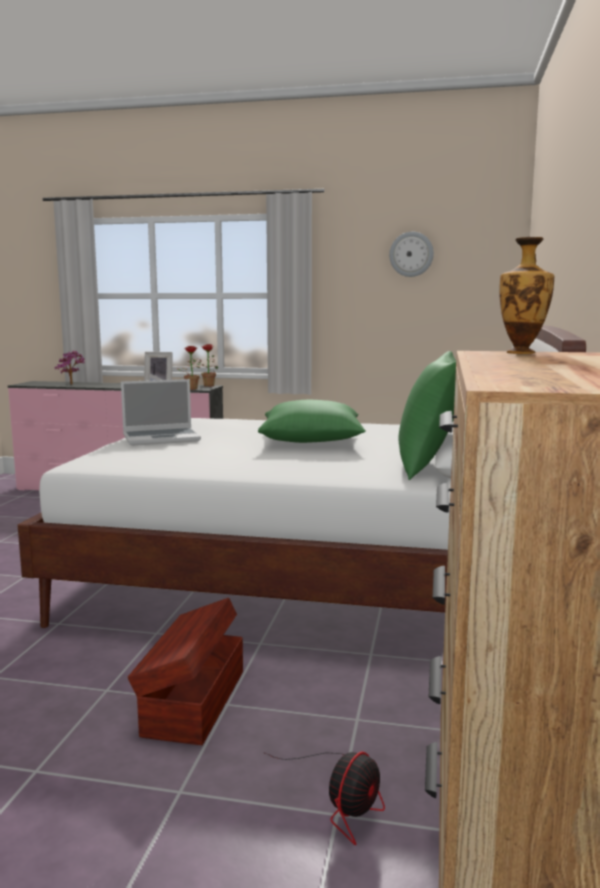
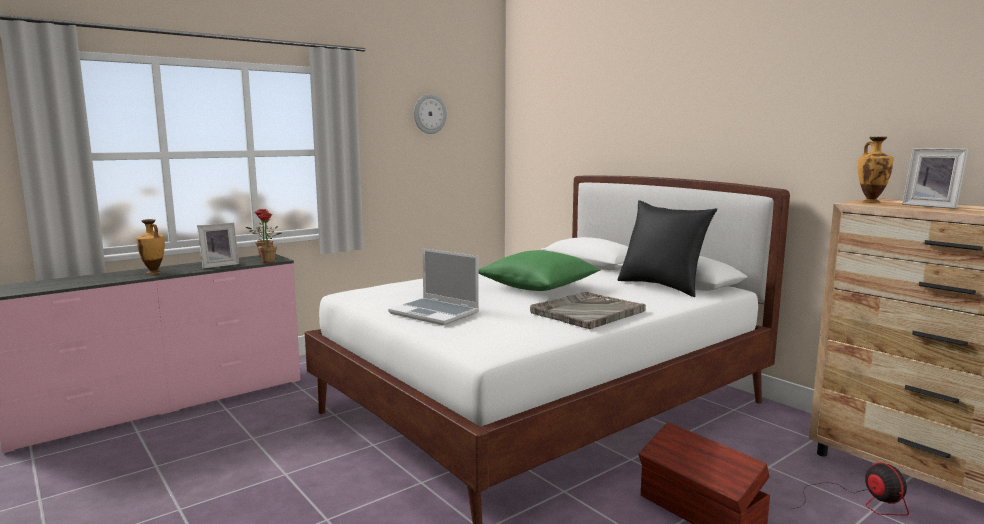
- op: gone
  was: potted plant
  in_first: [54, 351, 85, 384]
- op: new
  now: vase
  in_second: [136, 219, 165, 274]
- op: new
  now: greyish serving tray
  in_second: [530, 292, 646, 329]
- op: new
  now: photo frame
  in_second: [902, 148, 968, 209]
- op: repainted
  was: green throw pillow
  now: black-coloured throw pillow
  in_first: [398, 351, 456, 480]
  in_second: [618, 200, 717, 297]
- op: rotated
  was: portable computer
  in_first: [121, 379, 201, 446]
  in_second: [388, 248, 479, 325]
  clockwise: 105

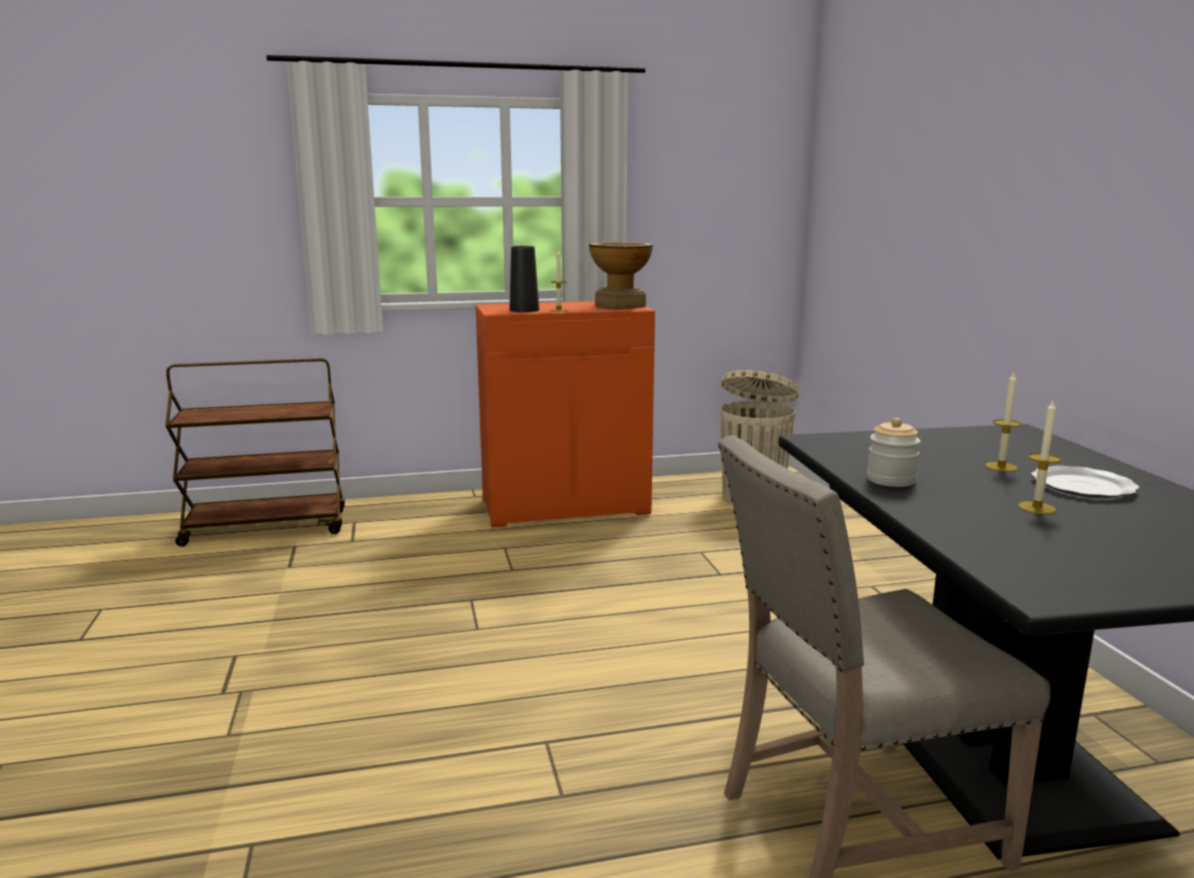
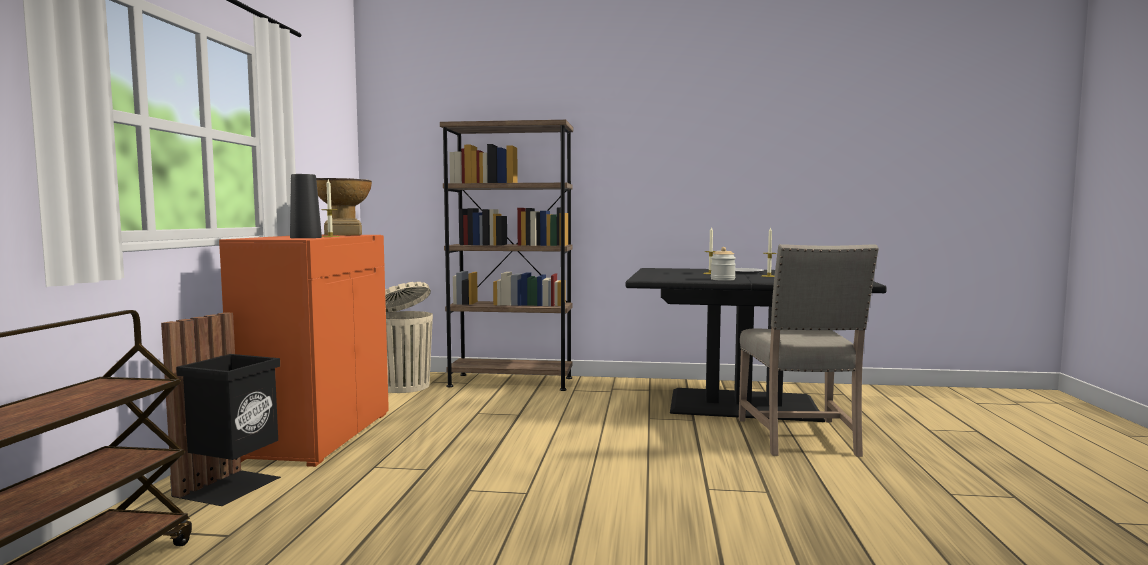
- op: new
  now: black-coloured rubbish bin
  in_second: [161, 312, 281, 506]
- op: new
  now: brownish shelving unit
  in_second: [440, 120, 573, 391]

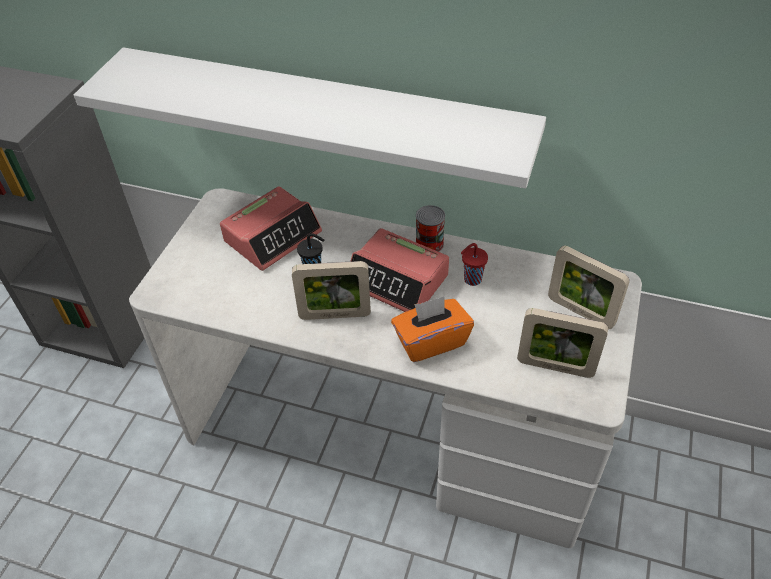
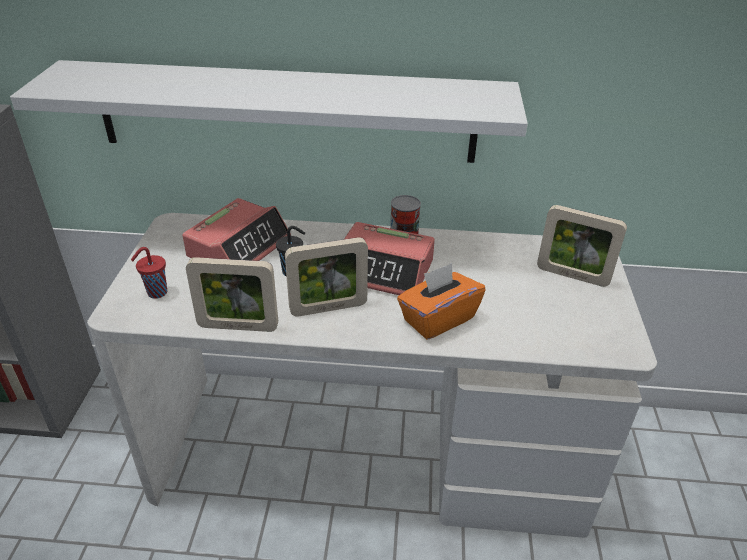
- op: shifted
  was: reddish small cup
  in_first: [461, 243, 488, 286]
  in_second: [131, 247, 167, 299]
- op: shifted
  was: photo frame
  in_first: [517, 308, 608, 378]
  in_second: [186, 257, 278, 332]

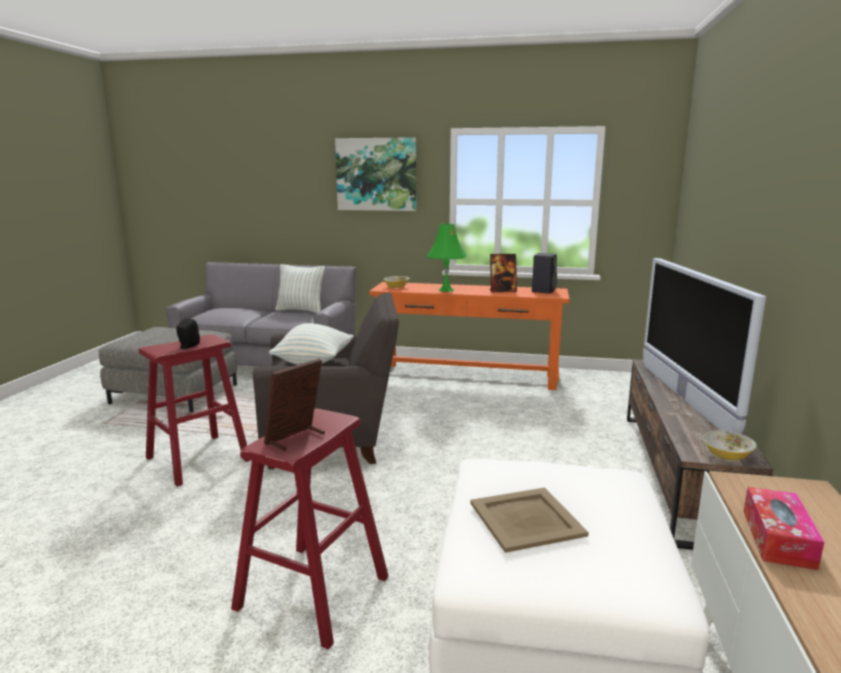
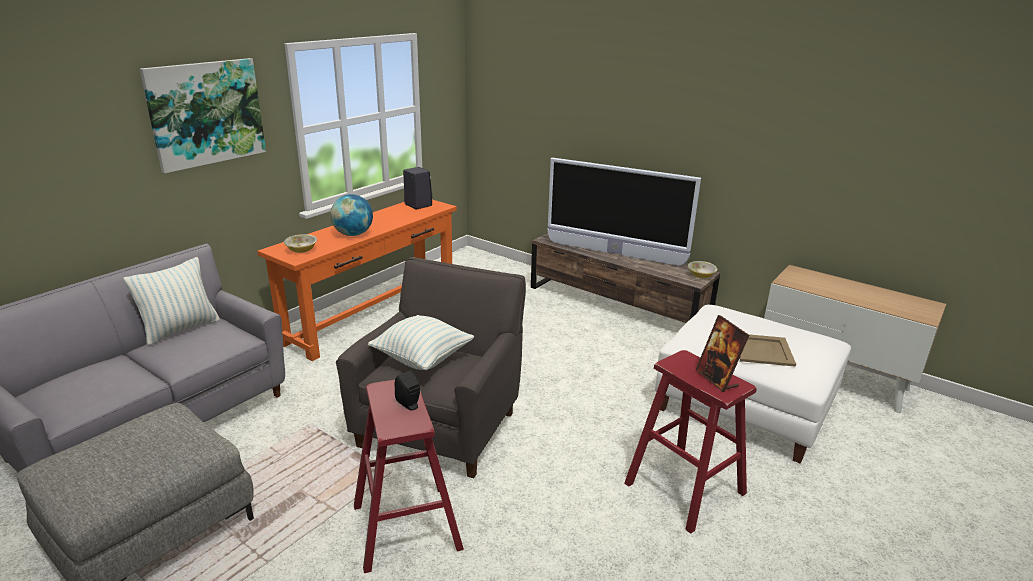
- op: gone
  was: photo frame
  in_first: [490, 254, 517, 292]
- op: gone
  was: box of tissues
  in_first: [743, 487, 824, 570]
- op: swapped
  was: green tabletop lamp
  now: world globe
  in_first: [426, 224, 467, 292]
  in_second: [330, 194, 373, 236]

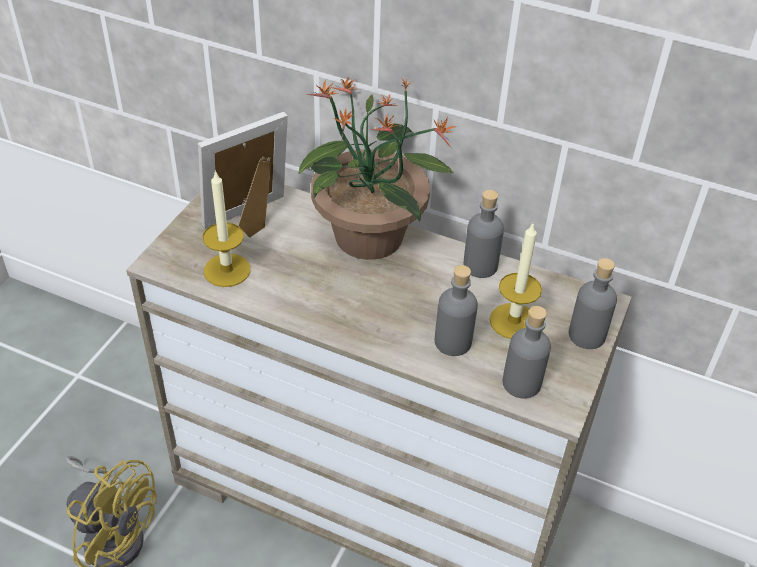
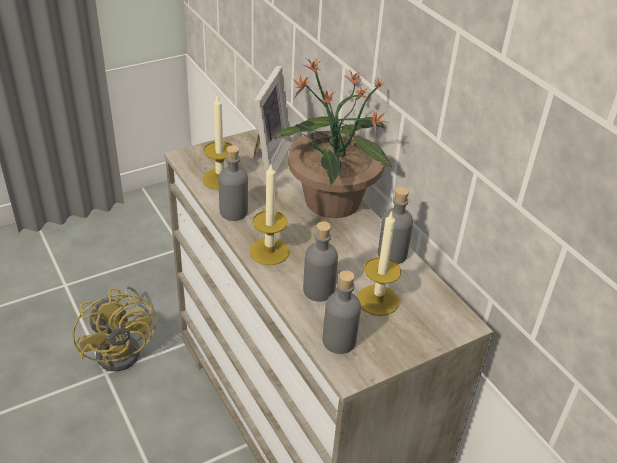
- op: new
  now: candle
  in_second: [249, 165, 289, 265]
- op: shifted
  was: greyish drink bottle
  in_first: [569, 258, 617, 349]
  in_second: [219, 145, 248, 221]
- op: rotated
  was: photo frame
  in_first: [198, 112, 288, 238]
  in_second: [254, 66, 292, 175]
  clockwise: 105

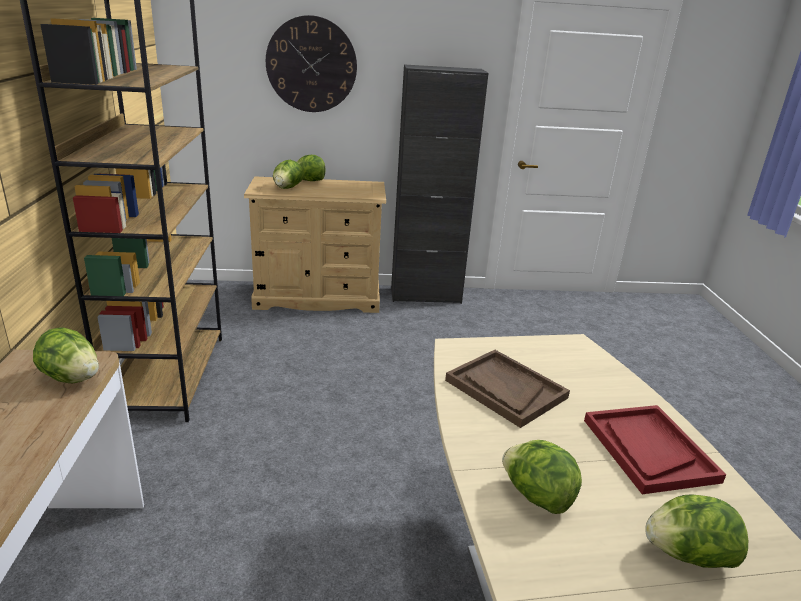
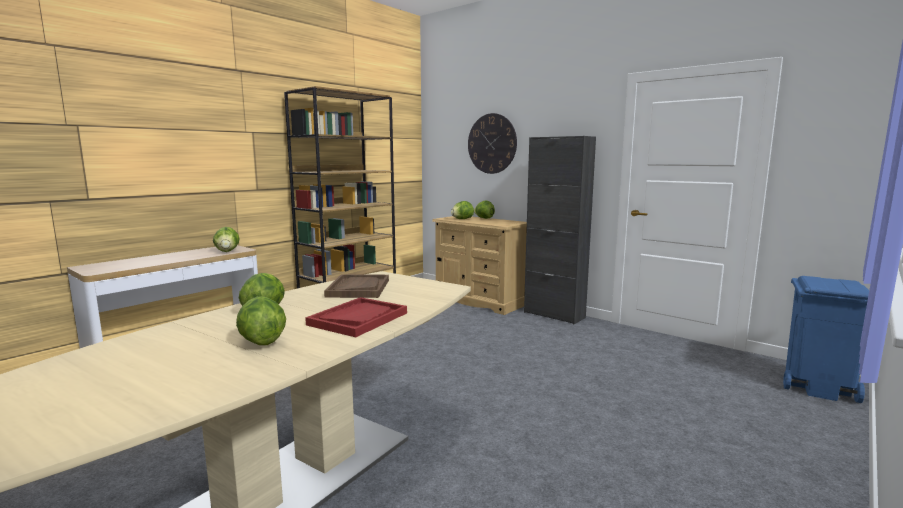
- op: new
  now: blue rubbish bin
  in_second: [783, 276, 869, 403]

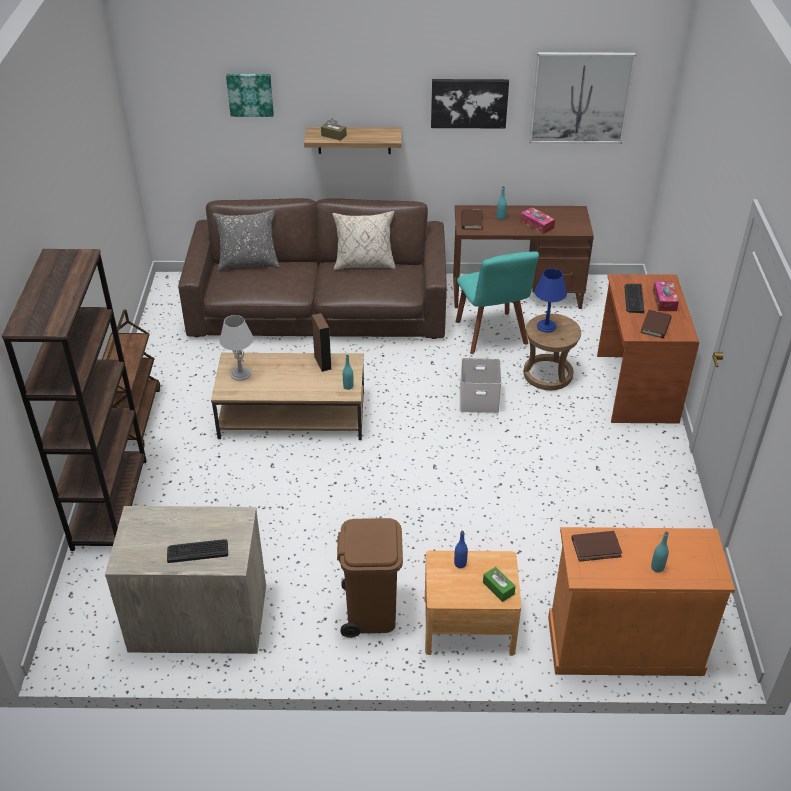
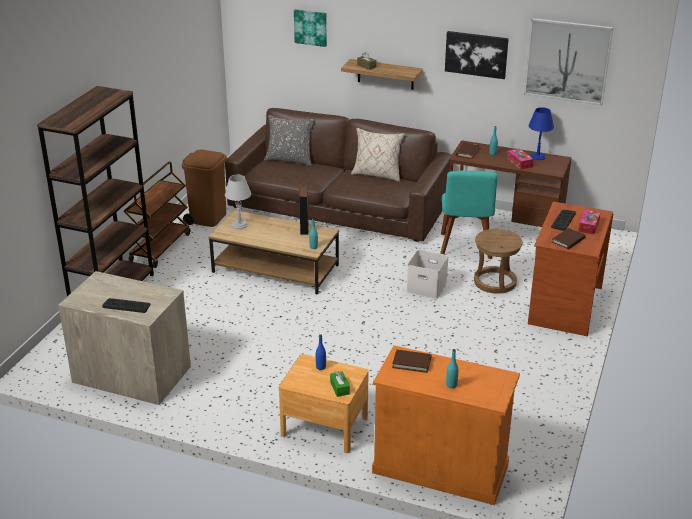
- op: shifted
  was: brownish rubbish bin
  in_first: [337, 518, 403, 638]
  in_second: [182, 150, 227, 227]
- op: shifted
  was: blue tabletop lamp
  in_first: [535, 268, 567, 333]
  in_second: [529, 107, 554, 160]

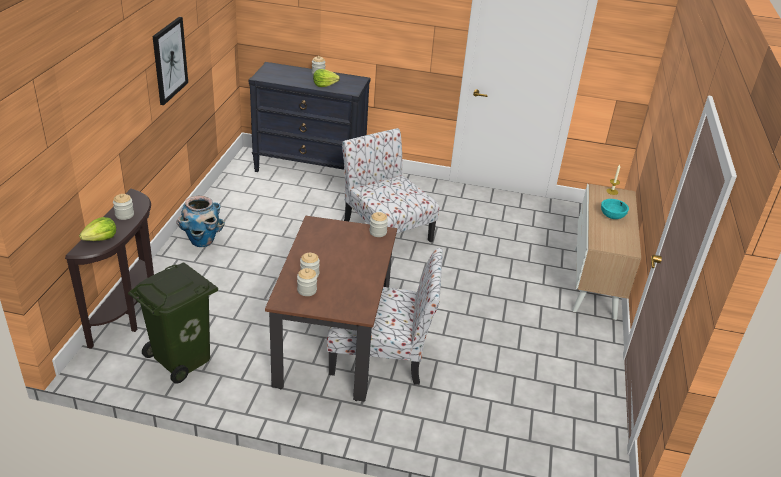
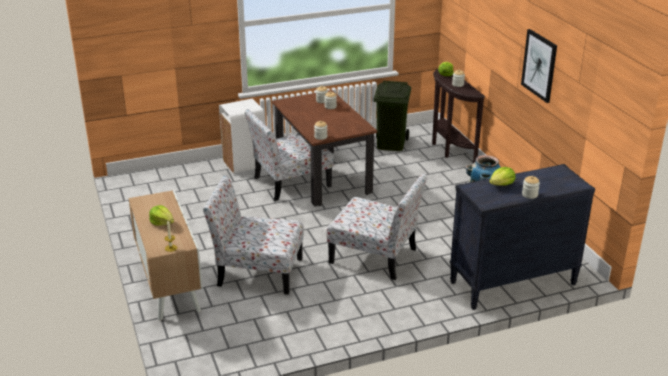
- op: new
  now: upright chair
  in_second: [203, 175, 304, 295]
- op: new
  now: white-coloured rubbish bin
  in_second: [219, 99, 264, 174]
- op: swapped
  was: blue-green deep dish
  now: lettuce head
  in_first: [601, 199, 629, 219]
  in_second: [149, 205, 174, 226]

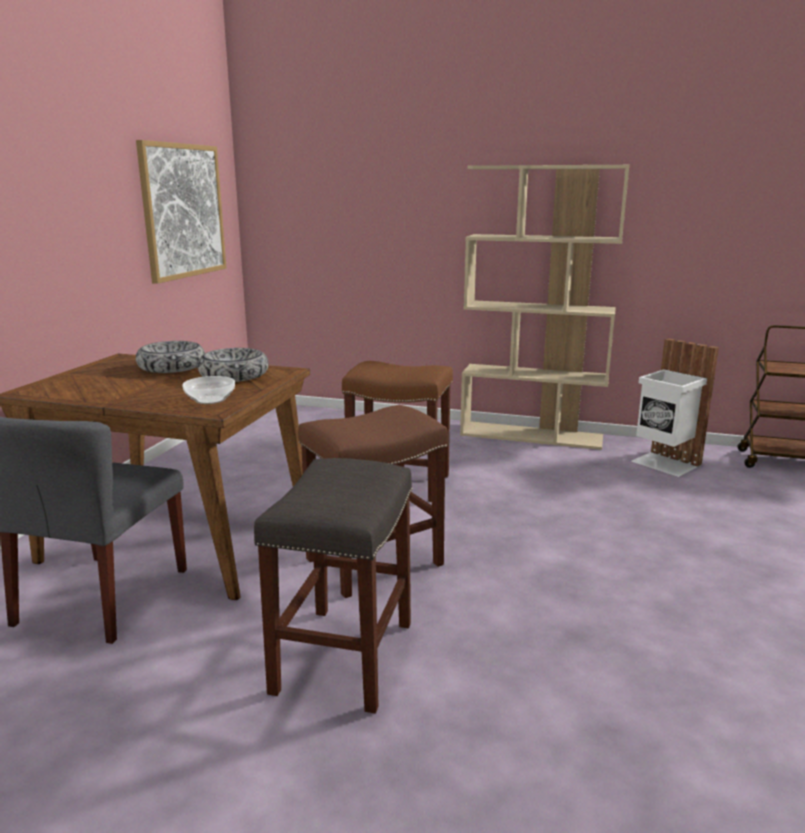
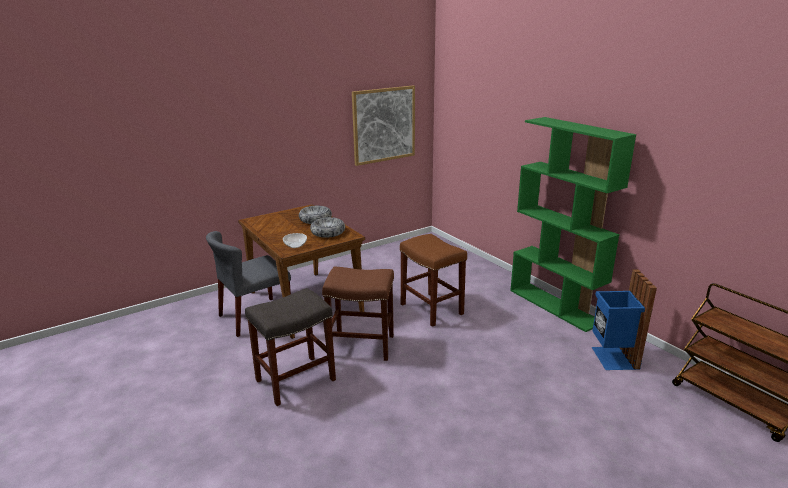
- op: repainted
  was: beige shelving unit
  now: green shelving unit
  in_first: [460, 165, 630, 450]
  in_second: [510, 117, 636, 332]
- op: repainted
  was: white-coloured rubbish bin
  now: blue rubbish bin
  in_first: [631, 338, 719, 477]
  in_second: [592, 269, 657, 370]

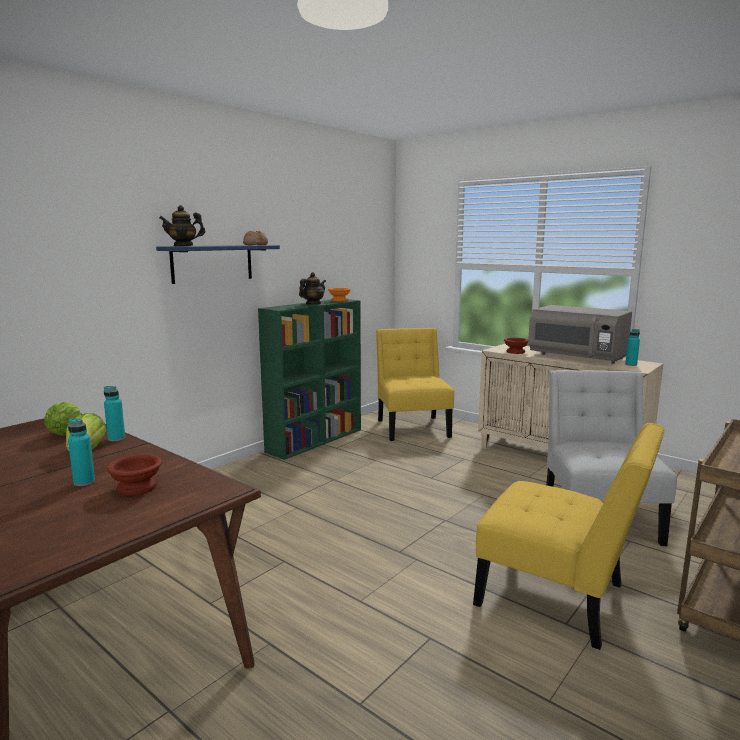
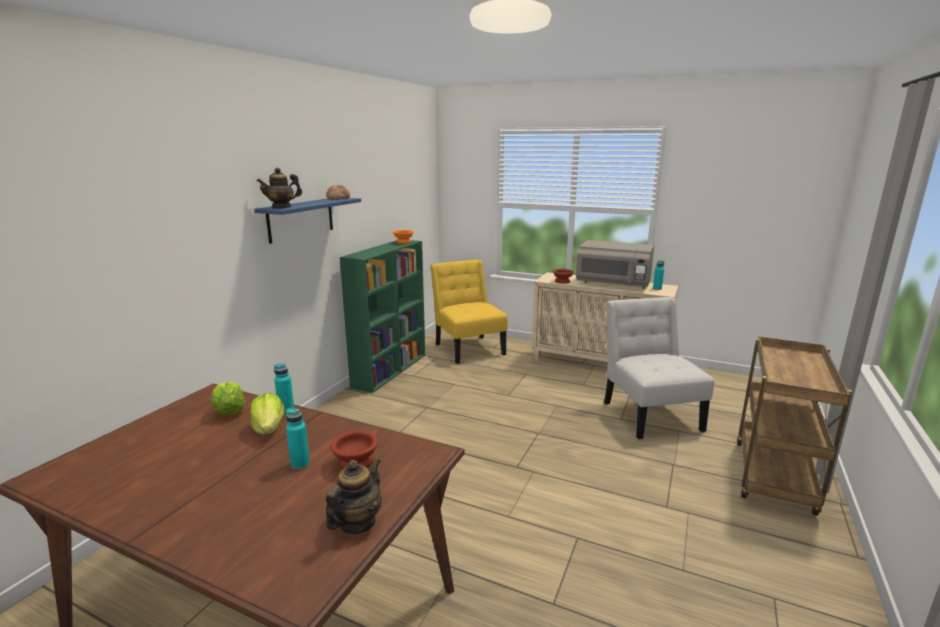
- op: gone
  was: yellowish upright chair
  in_first: [473, 423, 665, 650]
- op: shifted
  was: pot for tea
  in_first: [299, 272, 326, 304]
  in_second: [326, 458, 382, 534]

